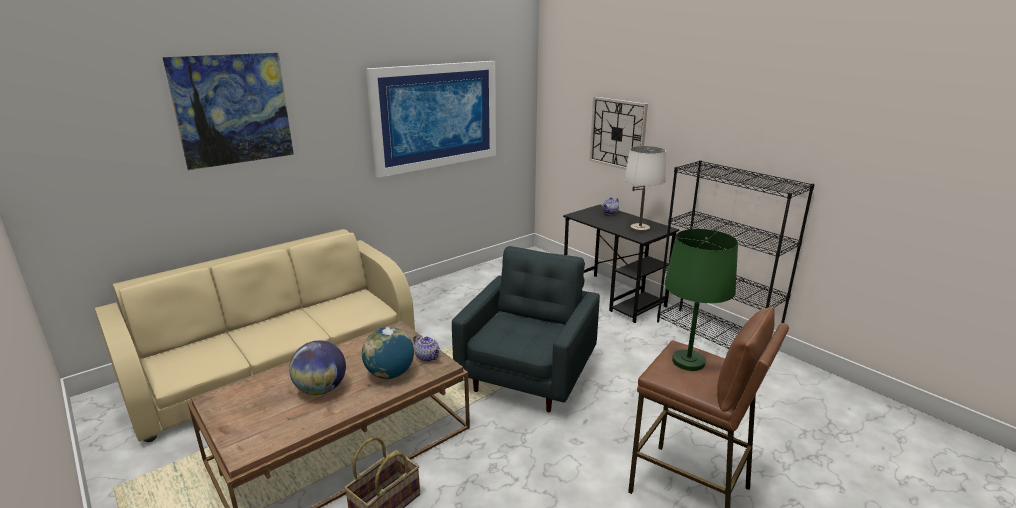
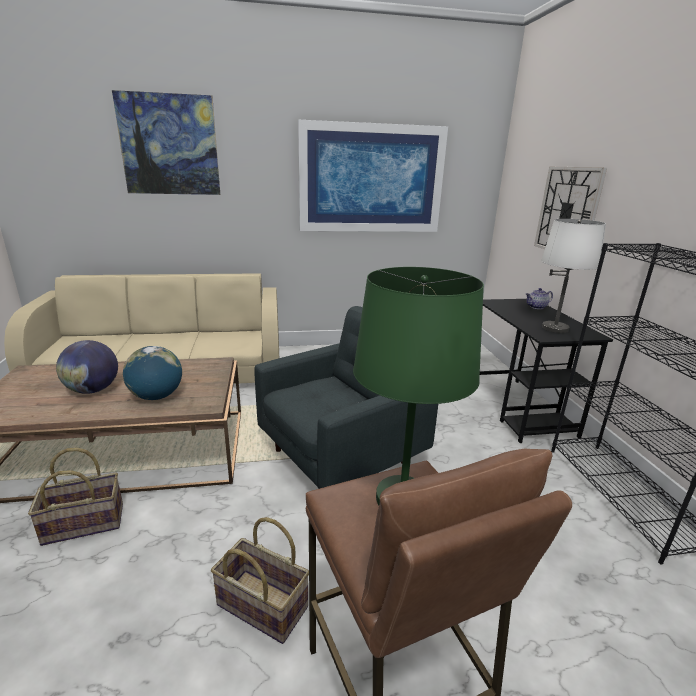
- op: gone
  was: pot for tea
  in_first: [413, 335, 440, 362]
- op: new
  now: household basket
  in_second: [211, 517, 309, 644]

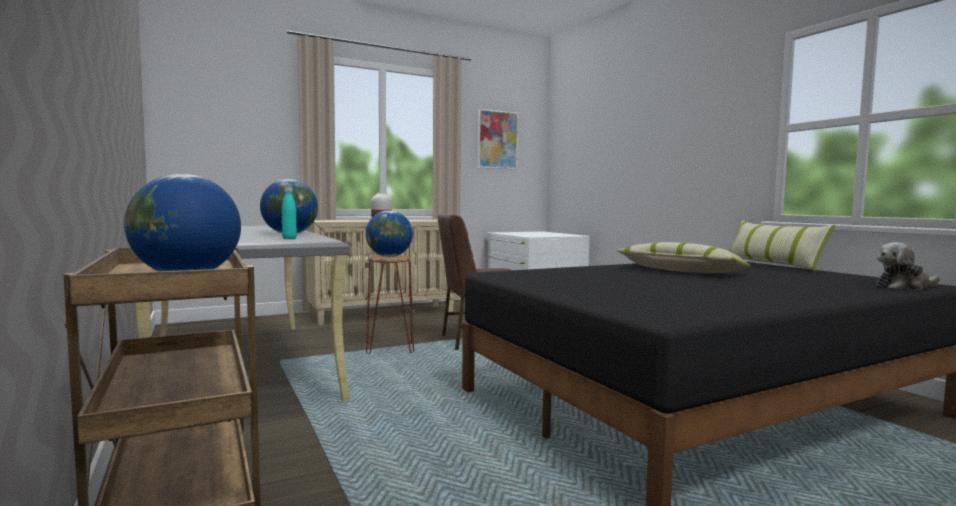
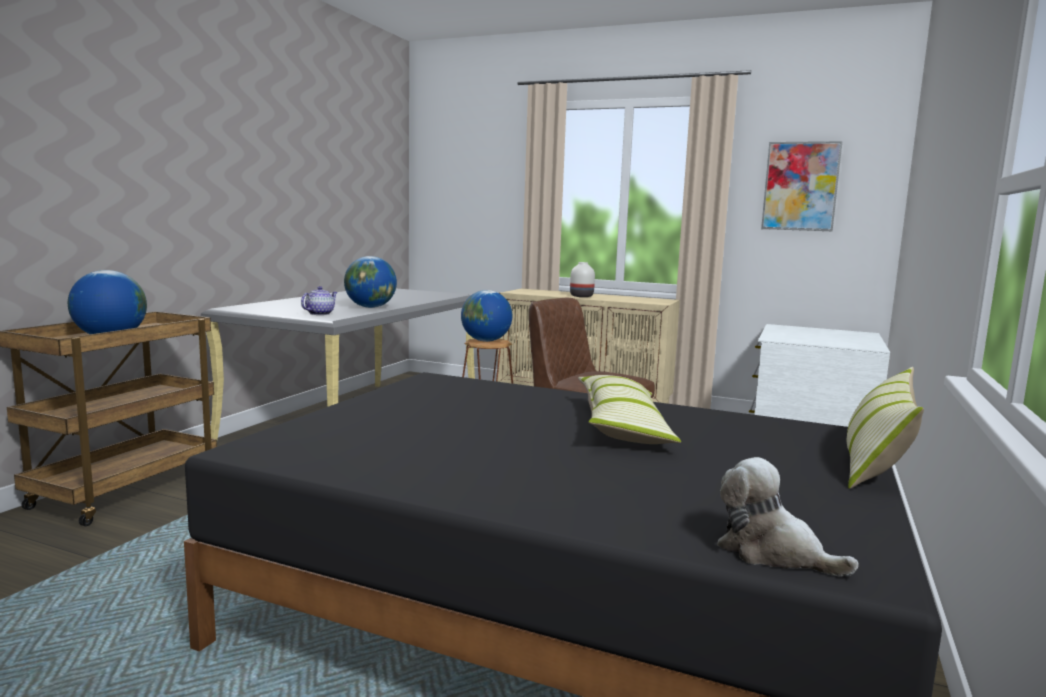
- op: swapped
  was: blue-green drink bottle
  now: pot for tea
  in_first: [282, 187, 297, 239]
  in_second: [301, 286, 338, 315]

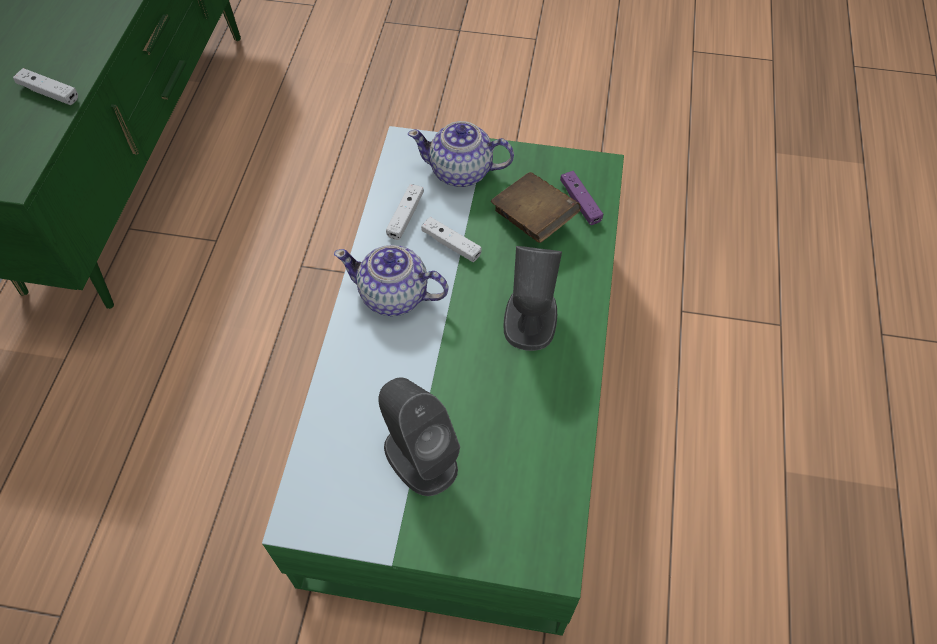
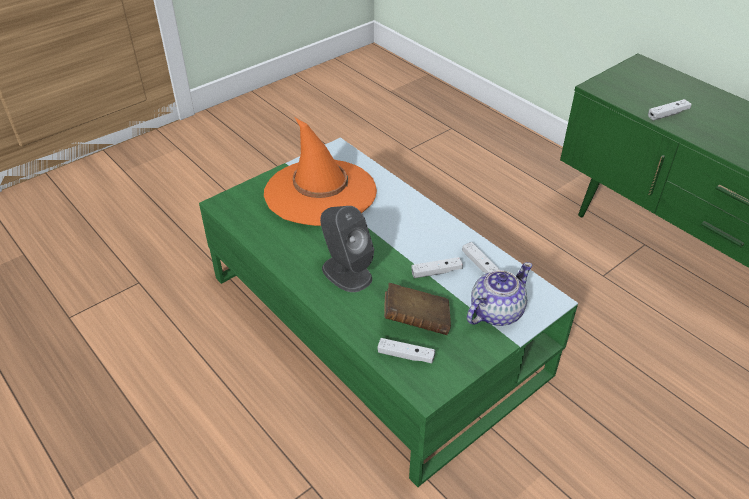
- op: gone
  was: pot for tea
  in_first: [334, 245, 448, 316]
- op: swapped
  was: greyish speaker
  now: orange-coloured hat
  in_first: [378, 377, 460, 496]
  in_second: [264, 118, 377, 226]
- op: repainted
  was: purplish game controller
  now: white-coloured game controller
  in_first: [560, 171, 603, 225]
  in_second: [377, 338, 435, 364]

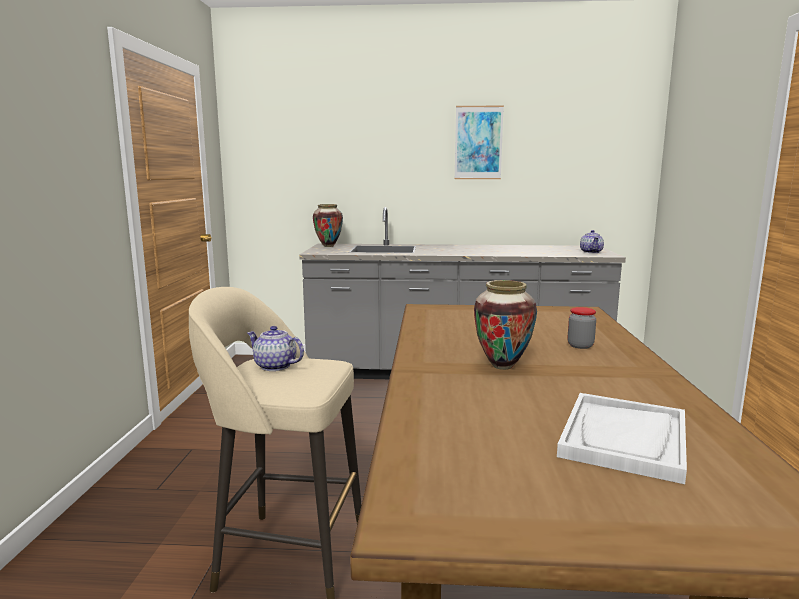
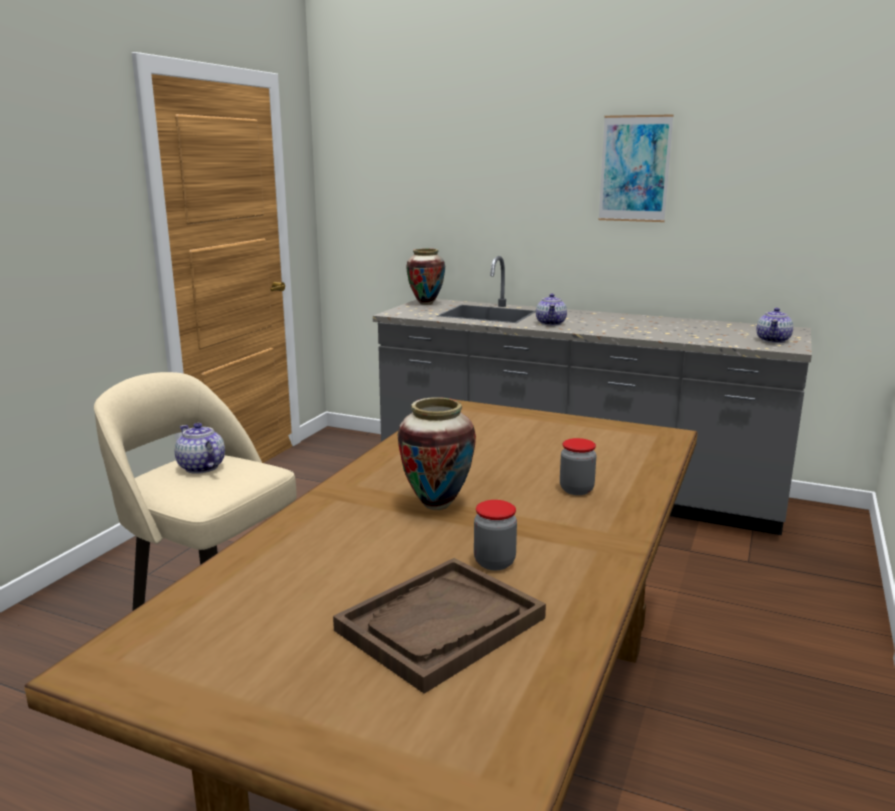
- op: new
  now: jar
  in_second: [474, 500, 517, 570]
- op: new
  now: pot for tea
  in_second: [536, 293, 567, 326]
- op: repainted
  was: white-coloured serving tray
  now: brownish serving tray
  in_first: [557, 393, 687, 484]
  in_second: [333, 558, 546, 694]

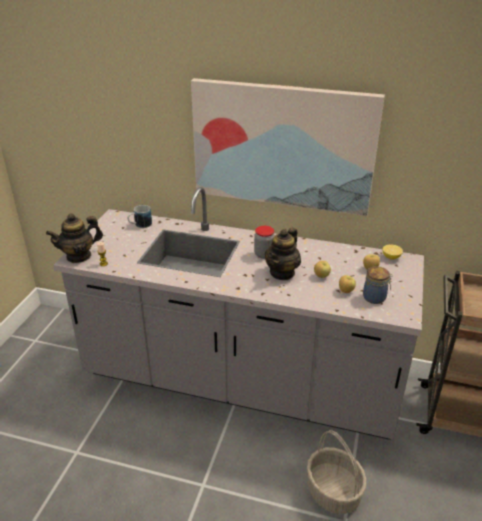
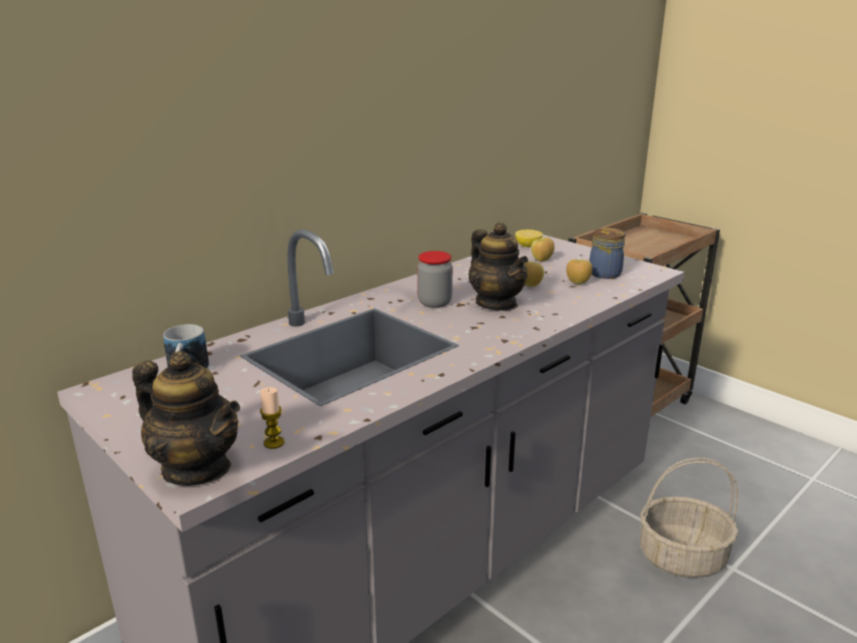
- op: gone
  was: wall art
  in_first: [191, 78, 385, 216]
- op: rotated
  was: pot for tea
  in_first: [46, 213, 103, 263]
  in_second: [132, 351, 240, 486]
  clockwise: -60

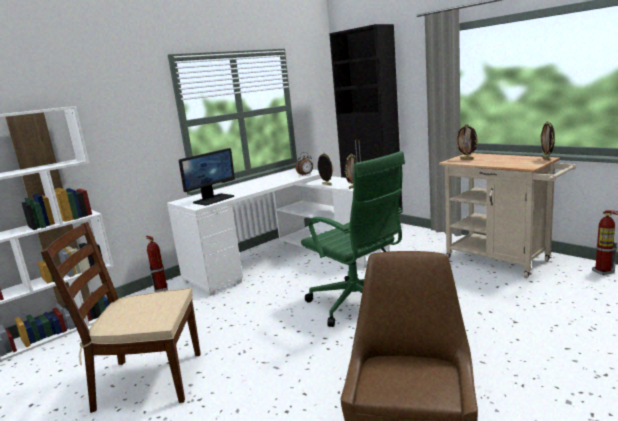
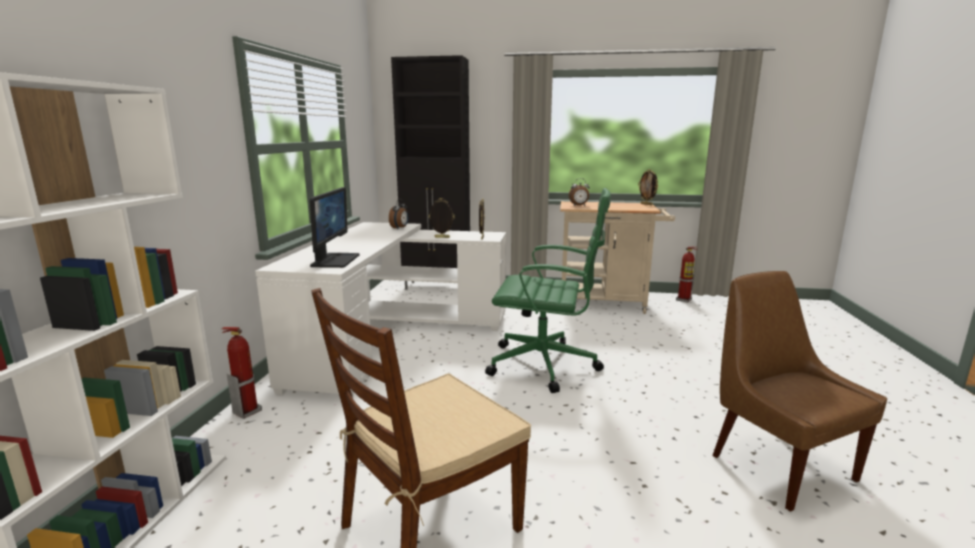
- op: swapped
  was: photo frame
  now: bedside clock
  in_first: [455, 124, 479, 160]
  in_second: [569, 178, 590, 206]

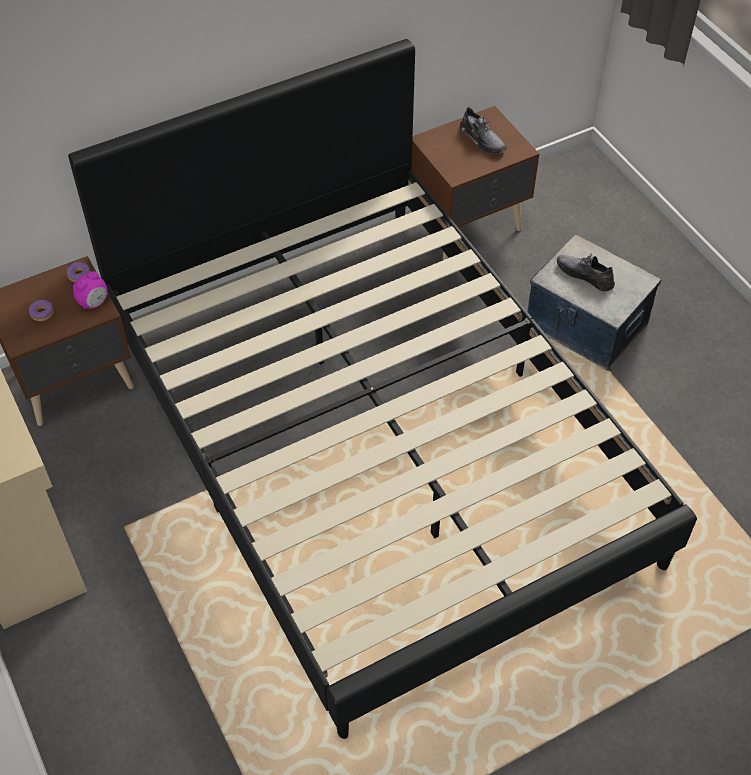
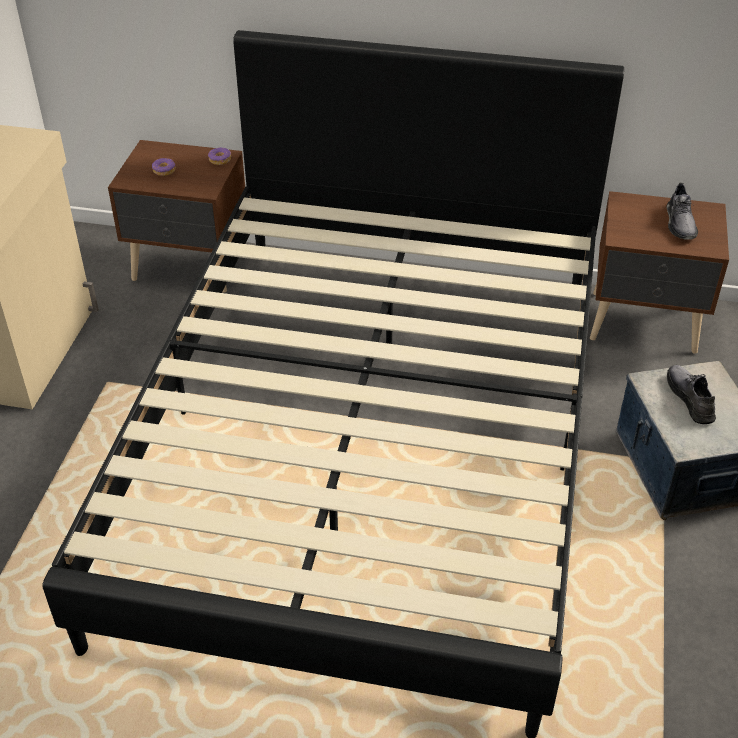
- op: gone
  was: bedside clock
  in_first: [73, 271, 108, 309]

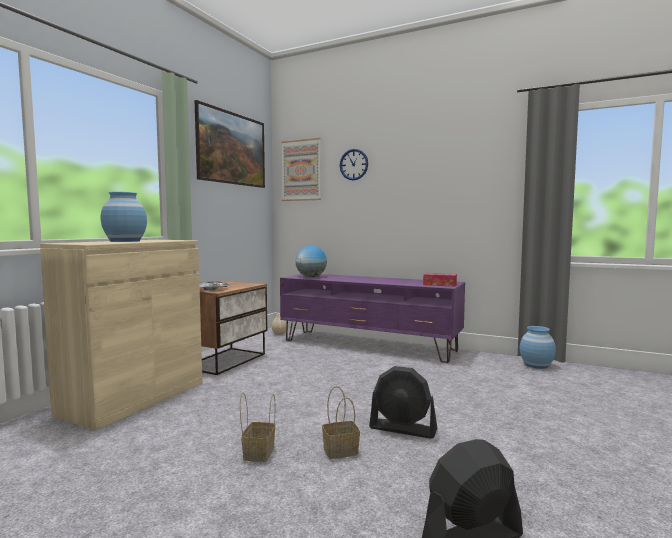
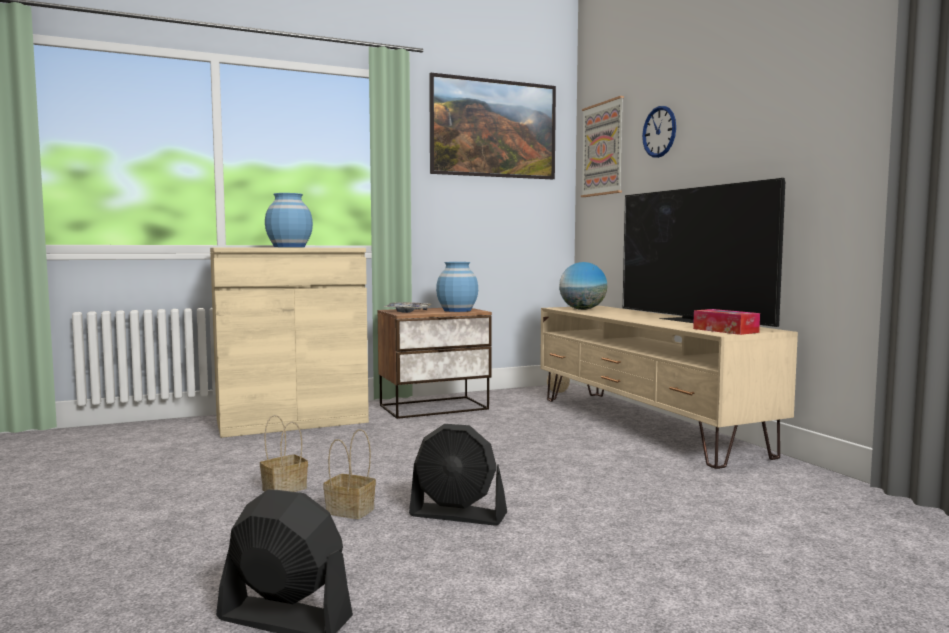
- op: new
  now: TV set
  in_second: [623, 178, 785, 327]
- op: shifted
  was: blue vase
  in_first: [520, 326, 556, 369]
  in_second: [436, 262, 478, 312]
- op: repainted
  was: purplish tv stand
  now: beige tv stand
  in_first: [280, 274, 465, 363]
  in_second: [540, 306, 798, 469]
- op: rotated
  was: black-coloured fan
  in_first: [369, 366, 437, 439]
  in_second: [409, 424, 507, 526]
  clockwise: -45

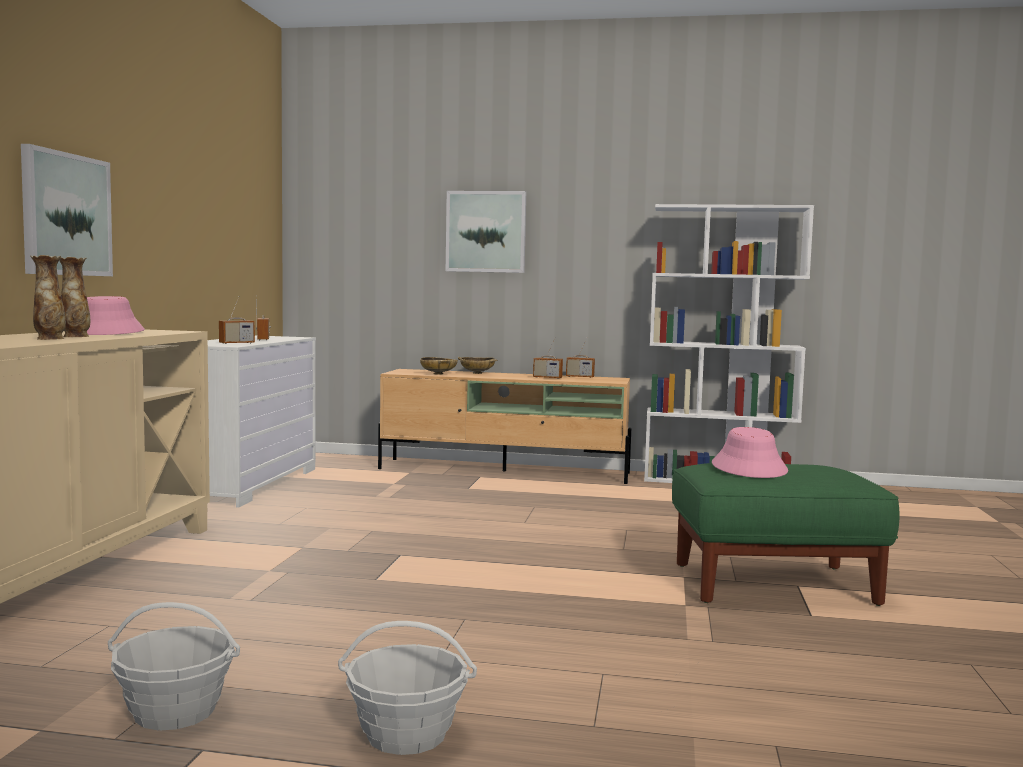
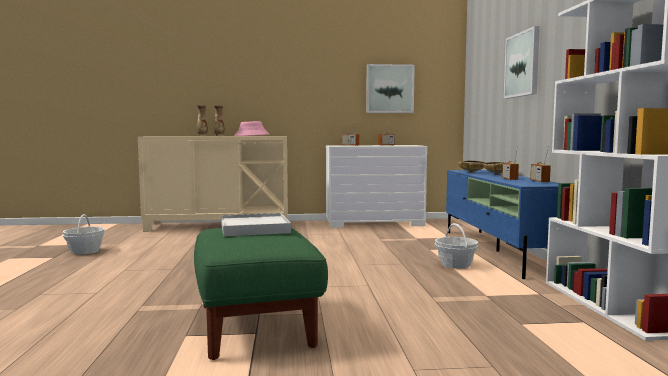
- op: shifted
  was: wall art
  in_first: [21, 144, 113, 276]
  in_second: [366, 64, 415, 113]
- op: shifted
  was: household basket
  in_first: [338, 621, 477, 755]
  in_second: [435, 223, 478, 269]
- op: swapped
  was: pink-coloured hat
  now: white-coloured serving tray
  in_first: [712, 427, 788, 478]
  in_second: [221, 213, 291, 236]
- op: repainted
  was: beige tv stand
  now: blue tv stand
  in_first: [378, 369, 631, 484]
  in_second: [446, 170, 559, 279]

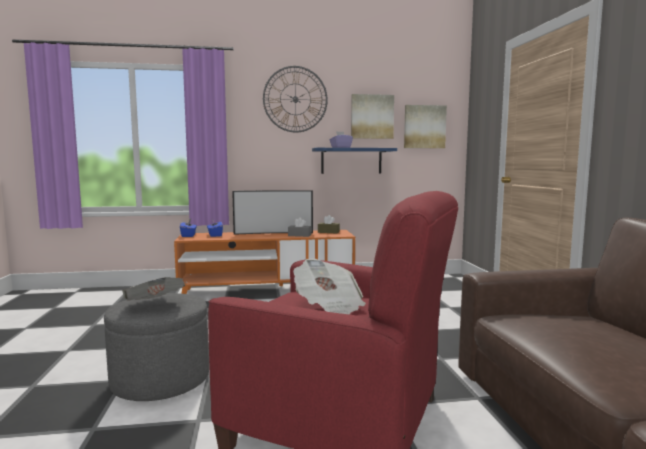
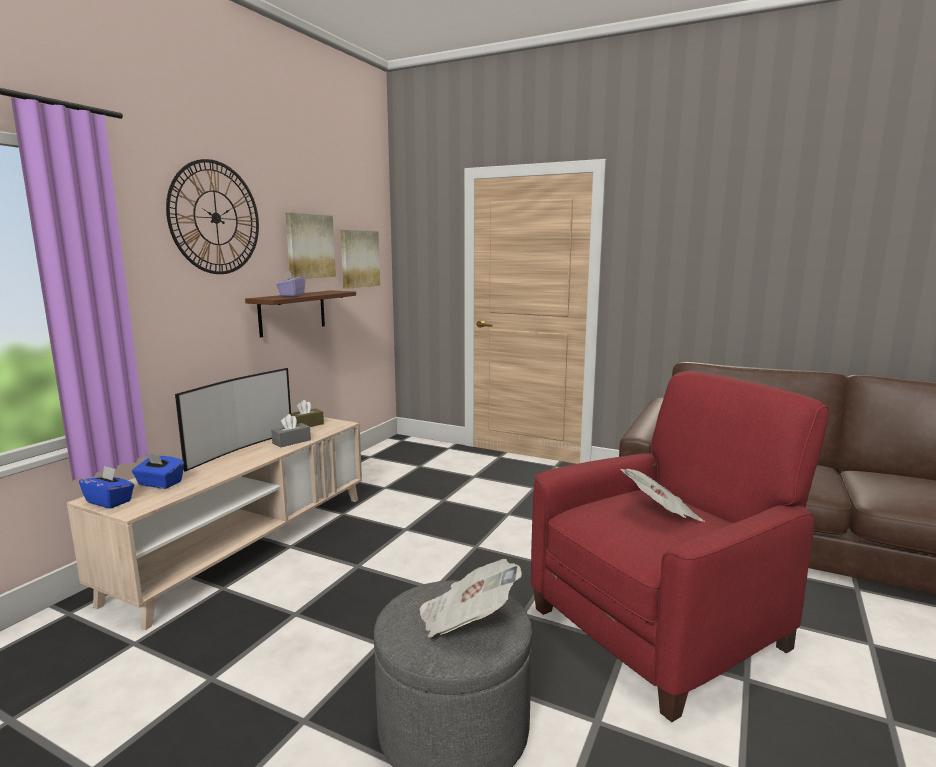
- op: repainted
  was: orange-coloured tv stand
  now: beige tv stand
  in_first: [174, 230, 355, 294]
  in_second: [67, 417, 362, 630]
- op: repainted
  was: blue wall shelf
  now: brownish wall shelf
  in_first: [312, 148, 397, 174]
  in_second: [245, 290, 356, 337]

